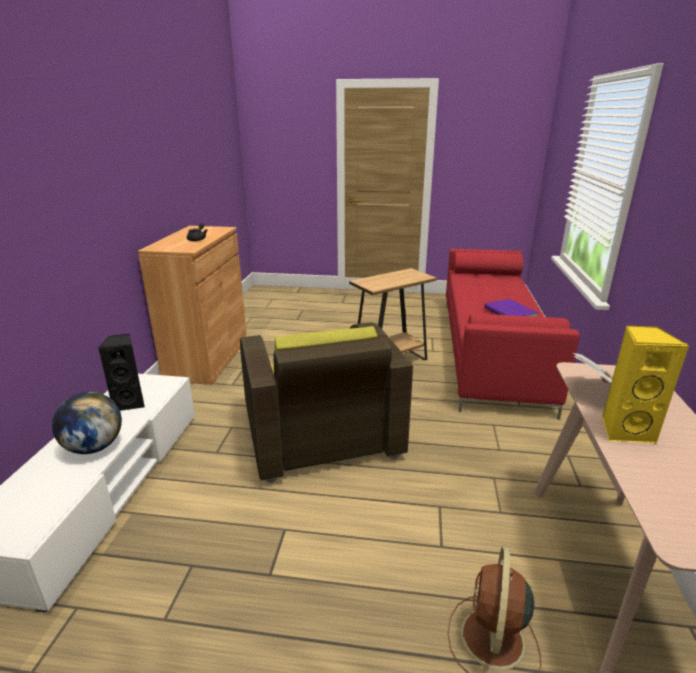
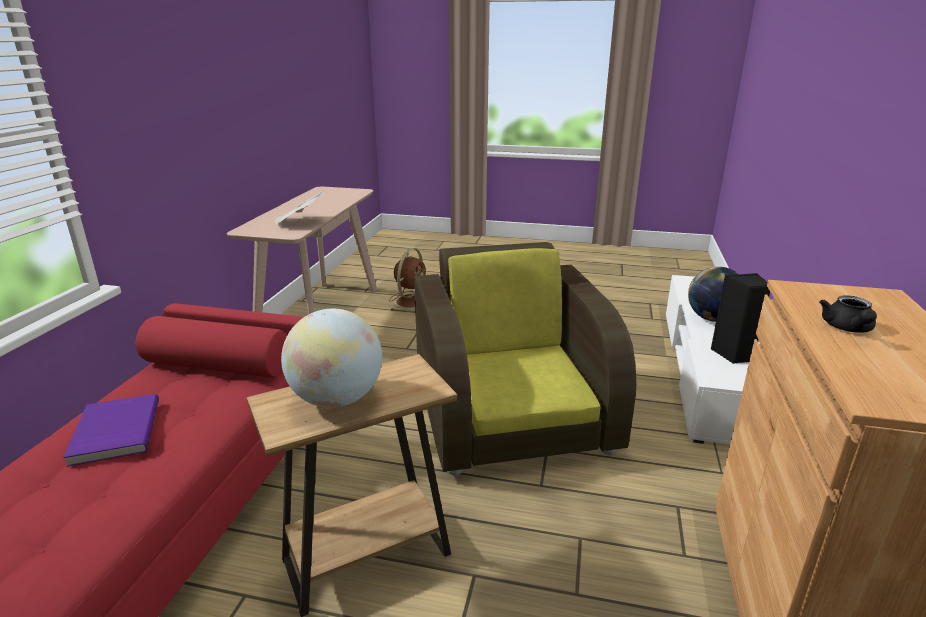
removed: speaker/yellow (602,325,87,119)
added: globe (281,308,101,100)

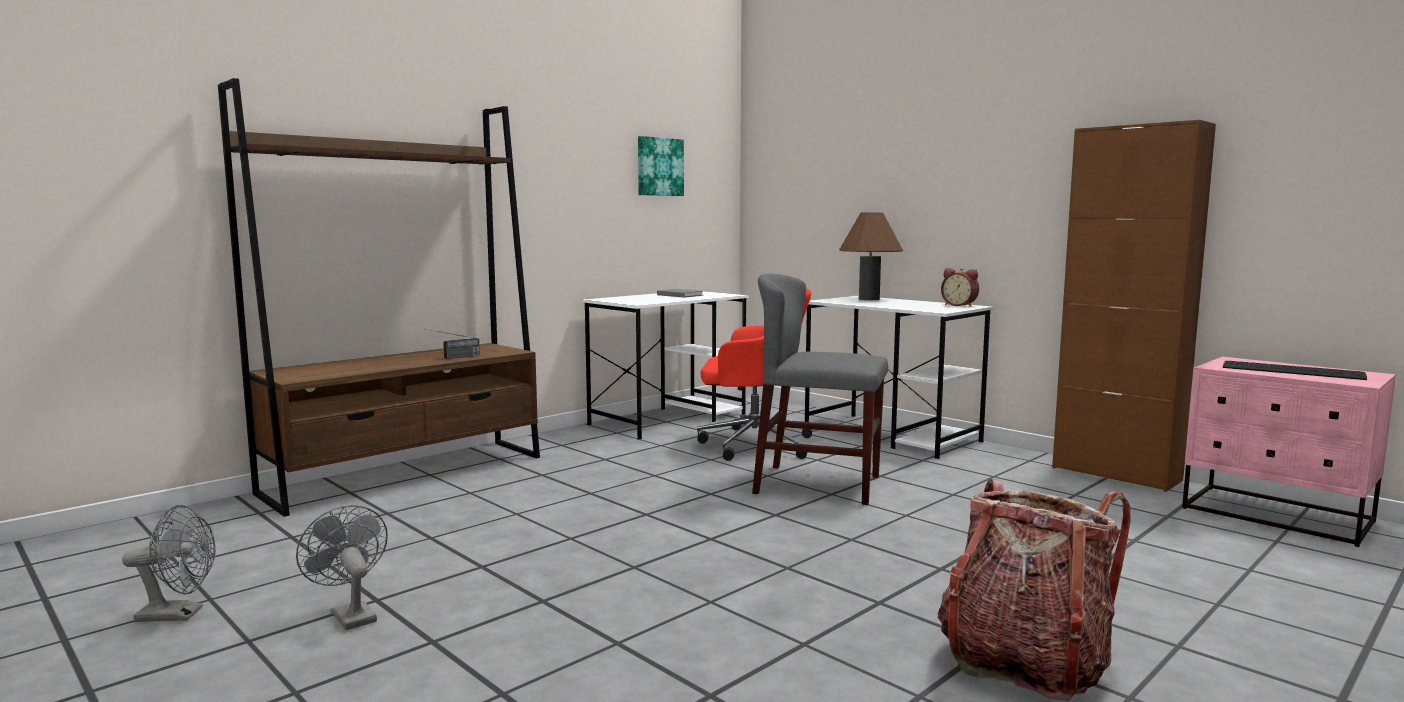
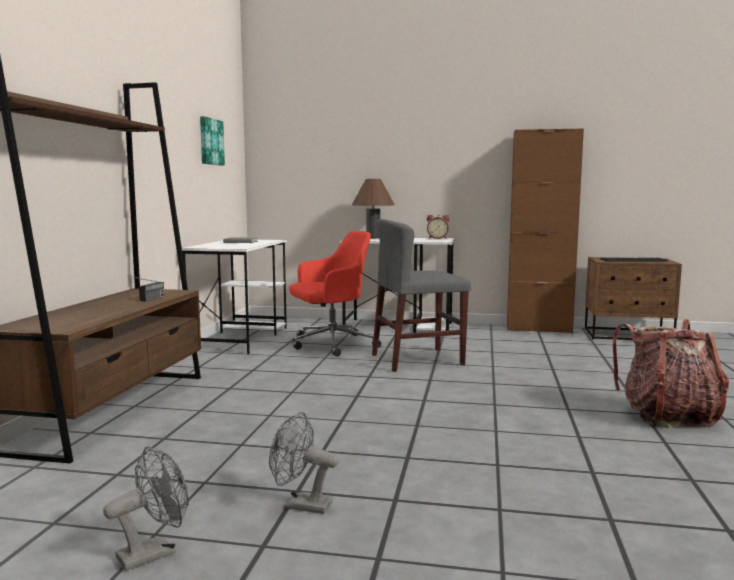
recoloured: nightstand/pink (1182,357,214,190) to nightstand/brown (585,257,97,83)

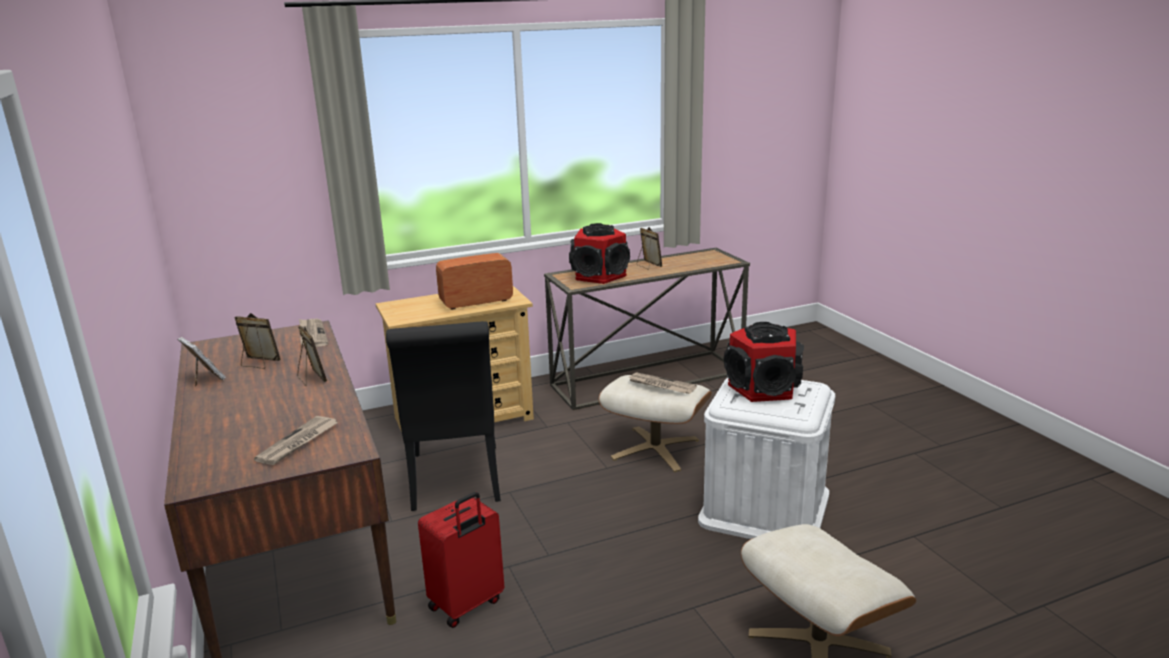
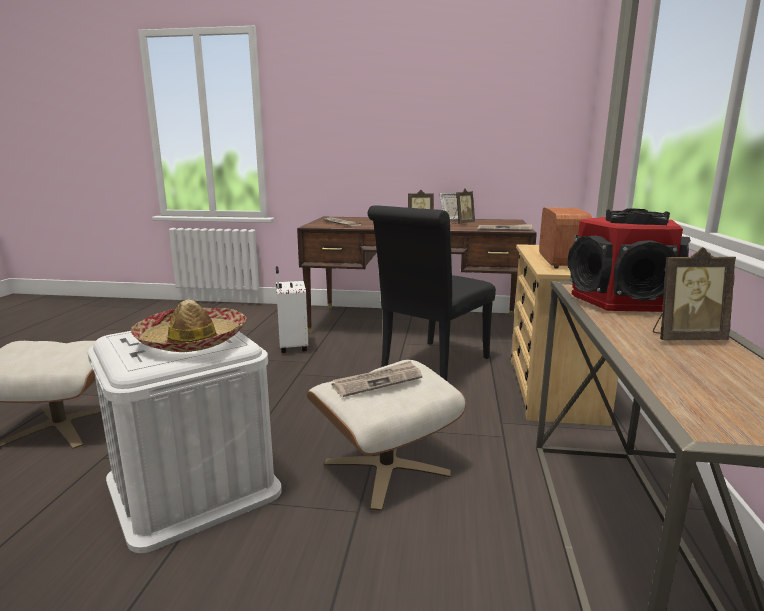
replaced: speaker (724,322,80,80) to hat (131,300,115,52)
recoloured: suitcase/red (418,492,86,136) to suitcase/white (276,266,32,87)
turned: chair/black (386,321,115,190) = (367,205,129,176) 75 degrees counterclockwise

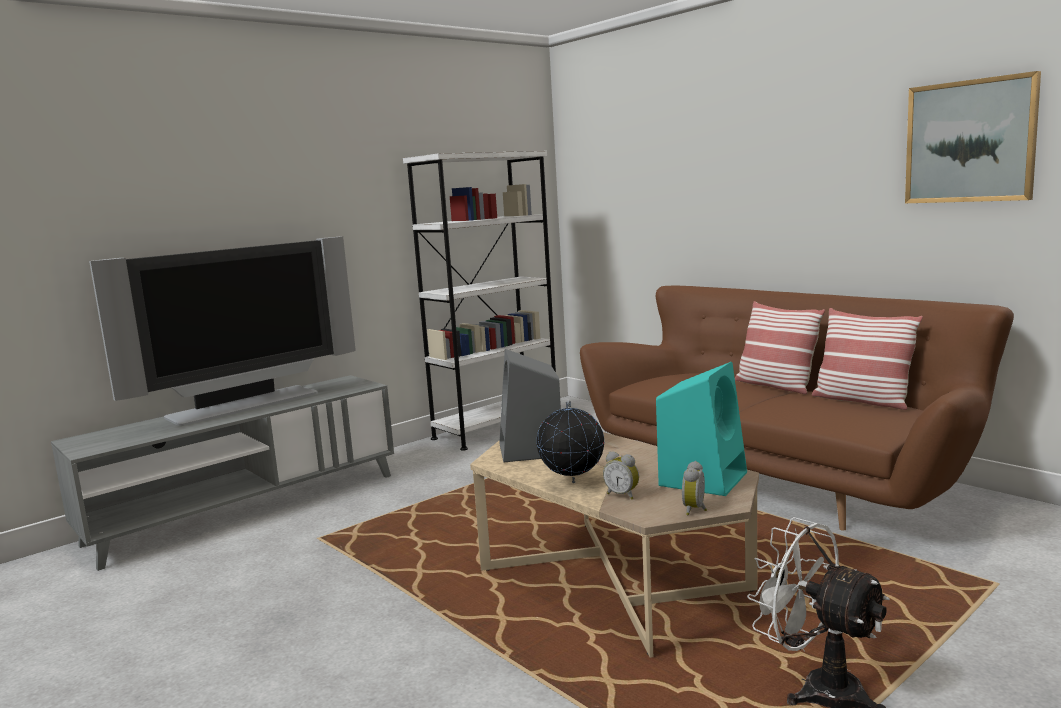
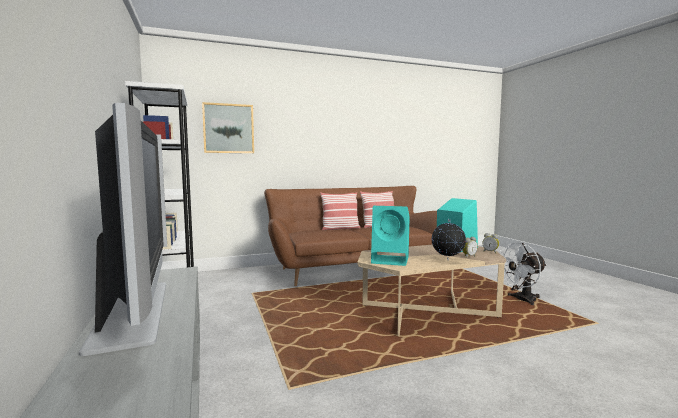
moved: picture (905,71,136,132) to (202,102,52,51)
recoloured: speaker/grey (499,349,62,113) to speaker/turquoise (371,206,39,60)

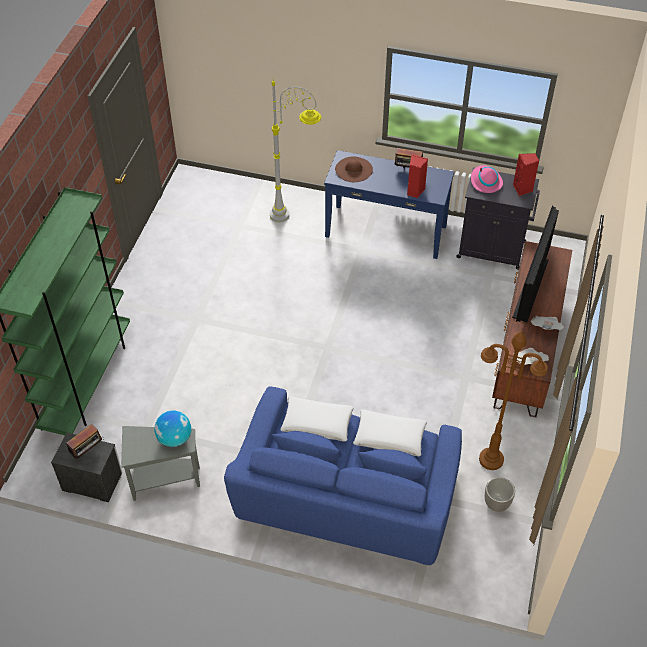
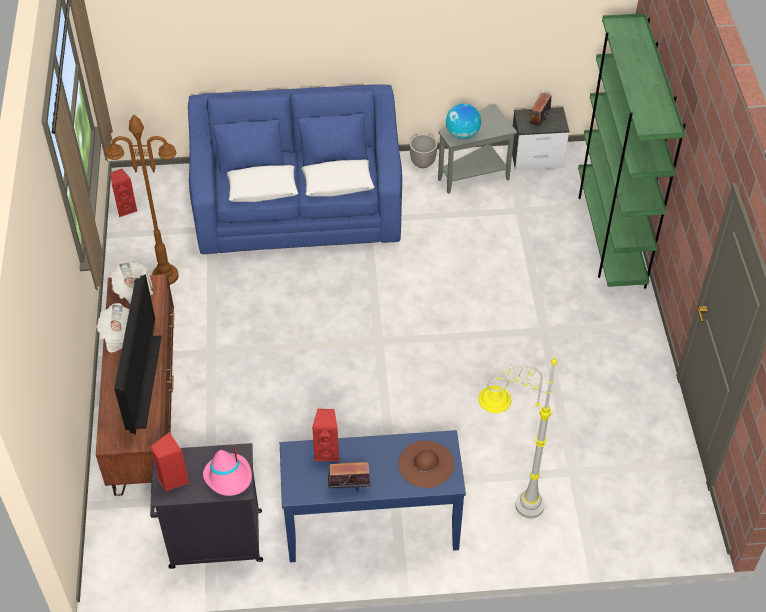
added: speaker/red (110,169,27,48)
moved: planter (485,477,30,35) to (409,134,29,34)

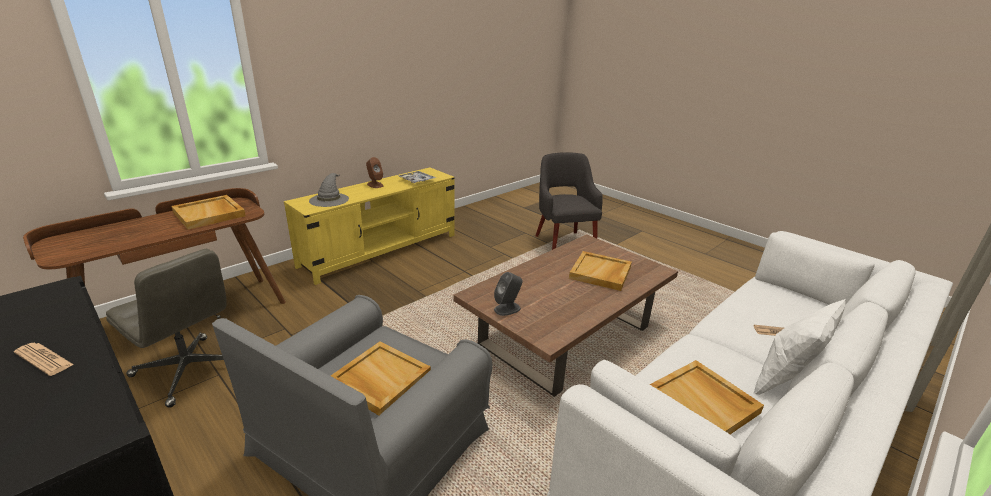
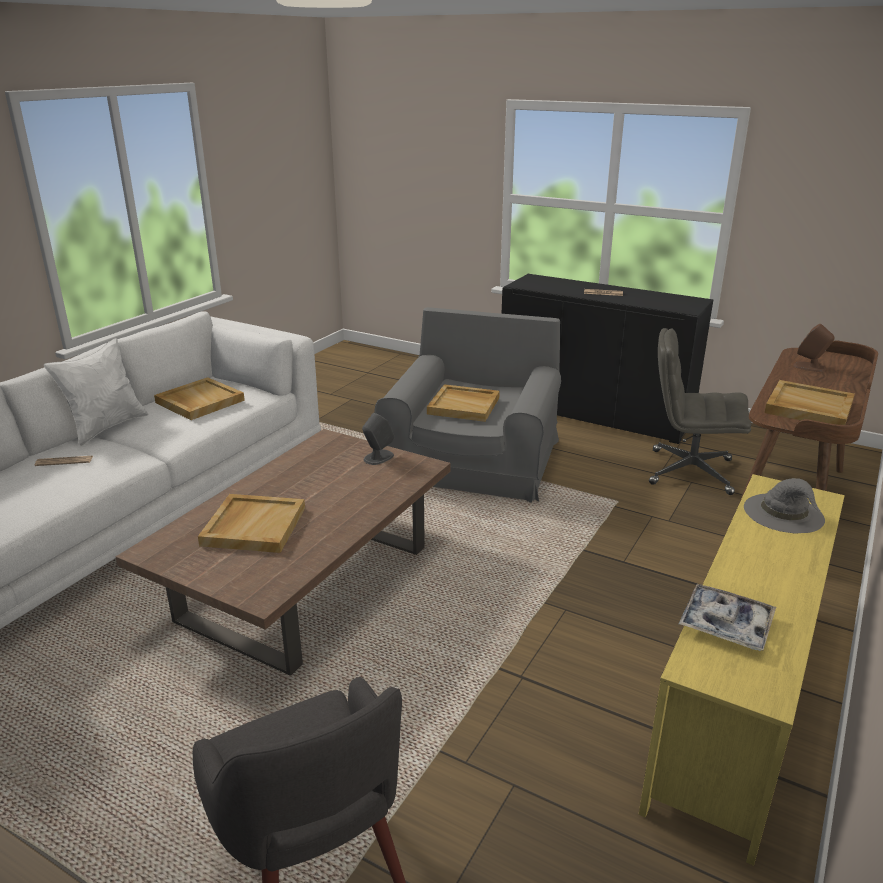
moved: speaker/brown (366,157,17,31) to (793,324,41,48)

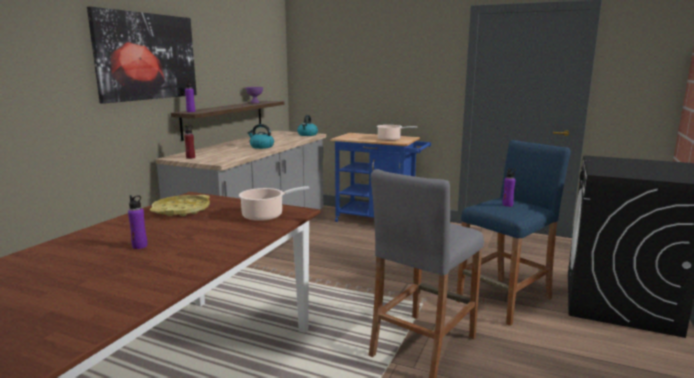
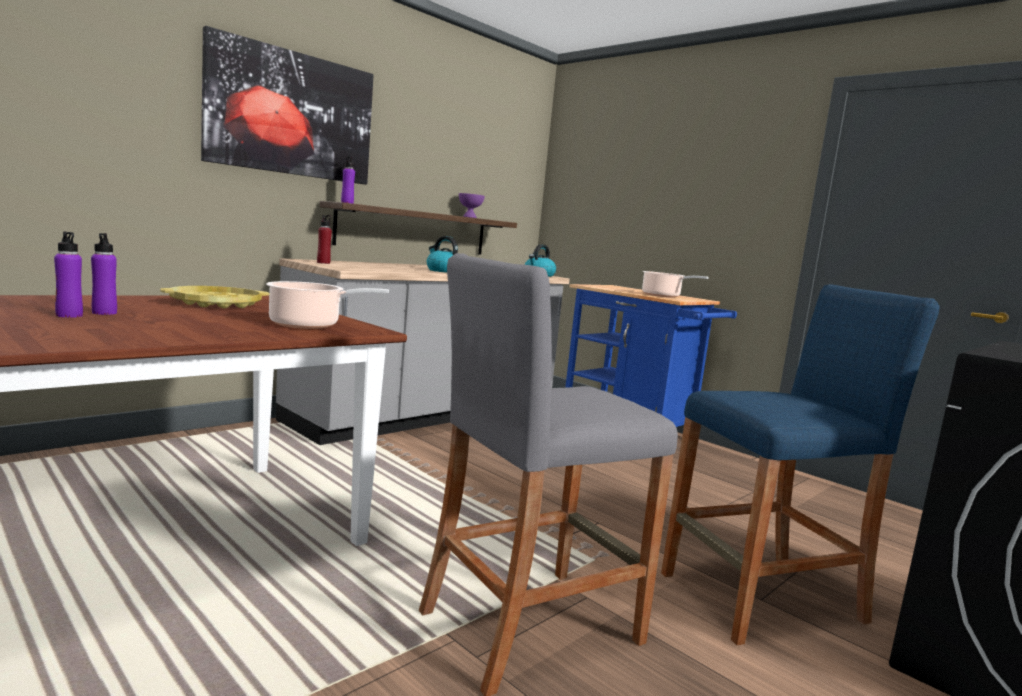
moved: bottle/purple (502,168,14,39) to (91,233,26,82)

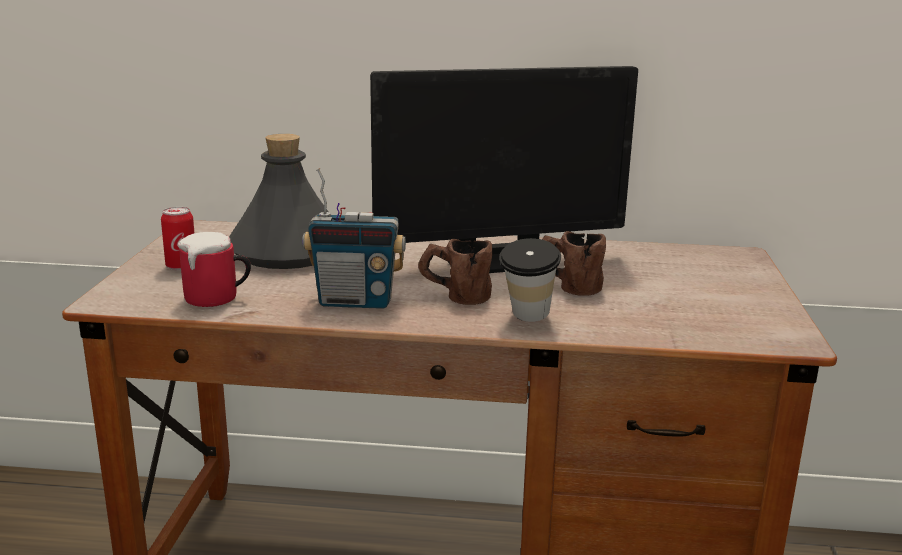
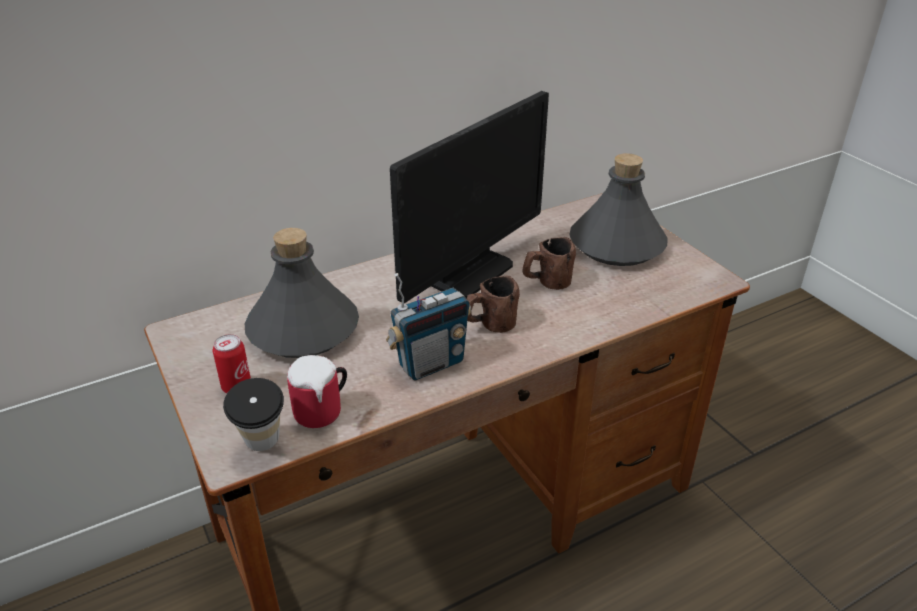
added: bottle/grey (569,153,98,113)
moved: cup (499,238,62,84) to (223,378,61,73)

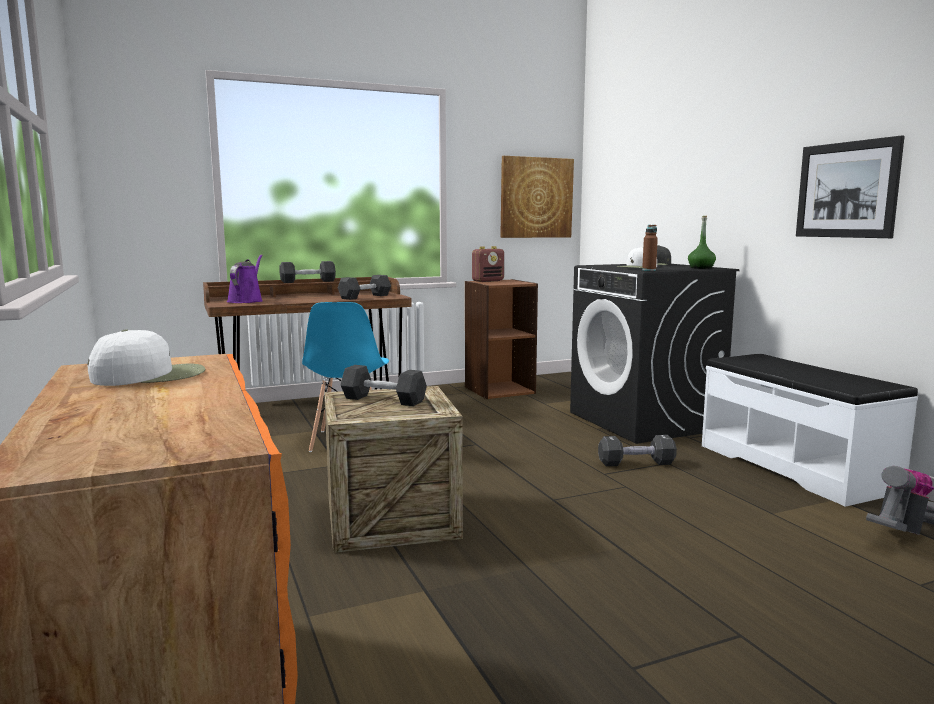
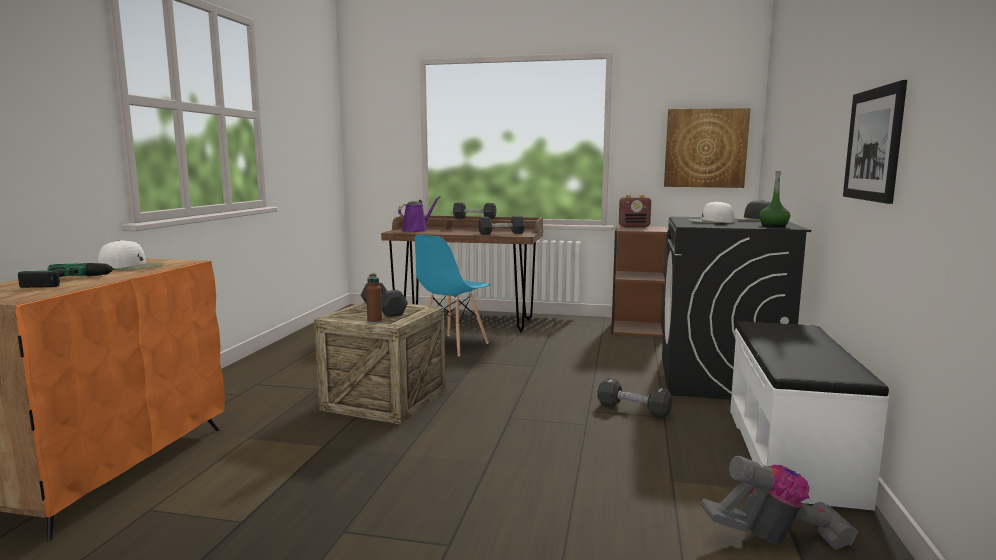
added: power drill (18,263,105,25)
moved: bottle/brown (642,225,16,46) to (366,274,16,50)

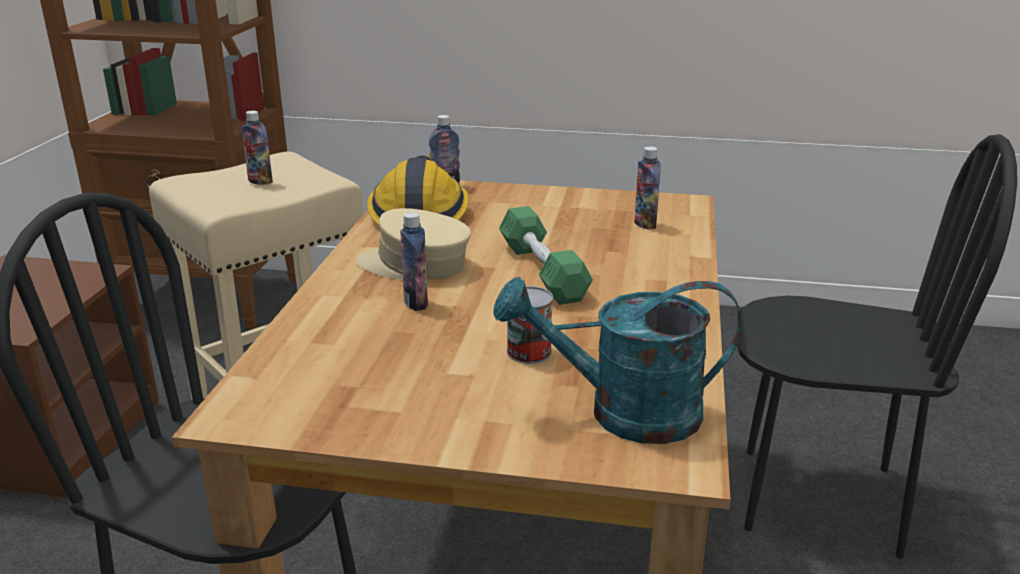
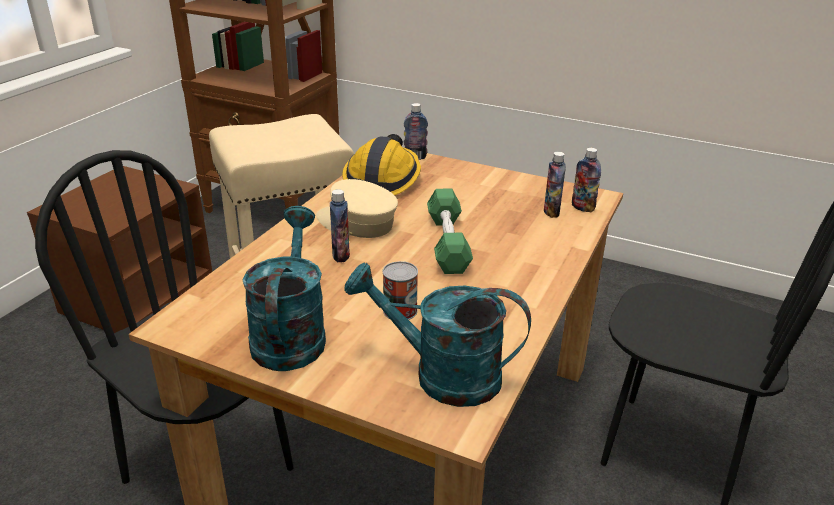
added: watering can/turquoise (243,206,83,165)
moved: bottle (242,111,31,74) to (572,148,29,64)

